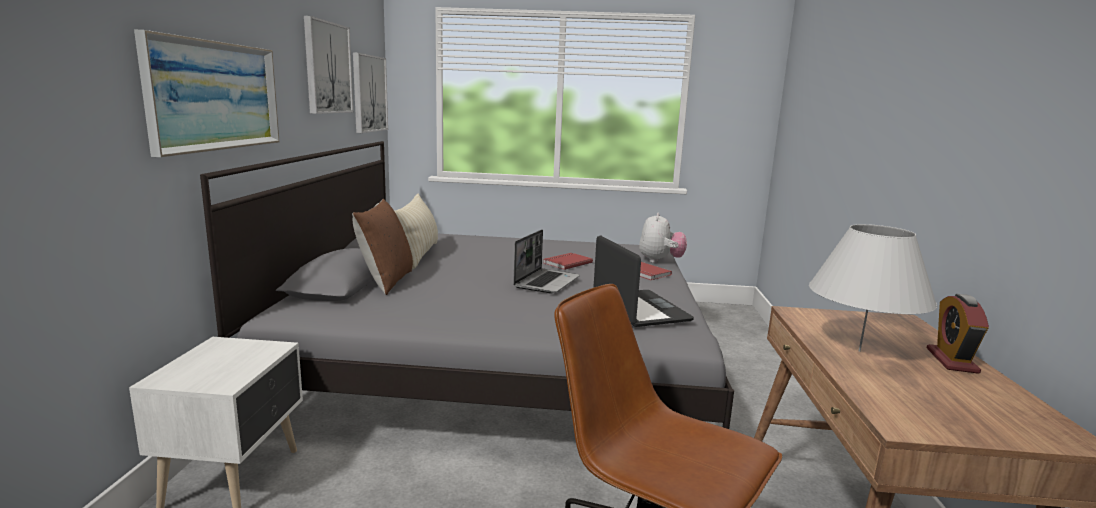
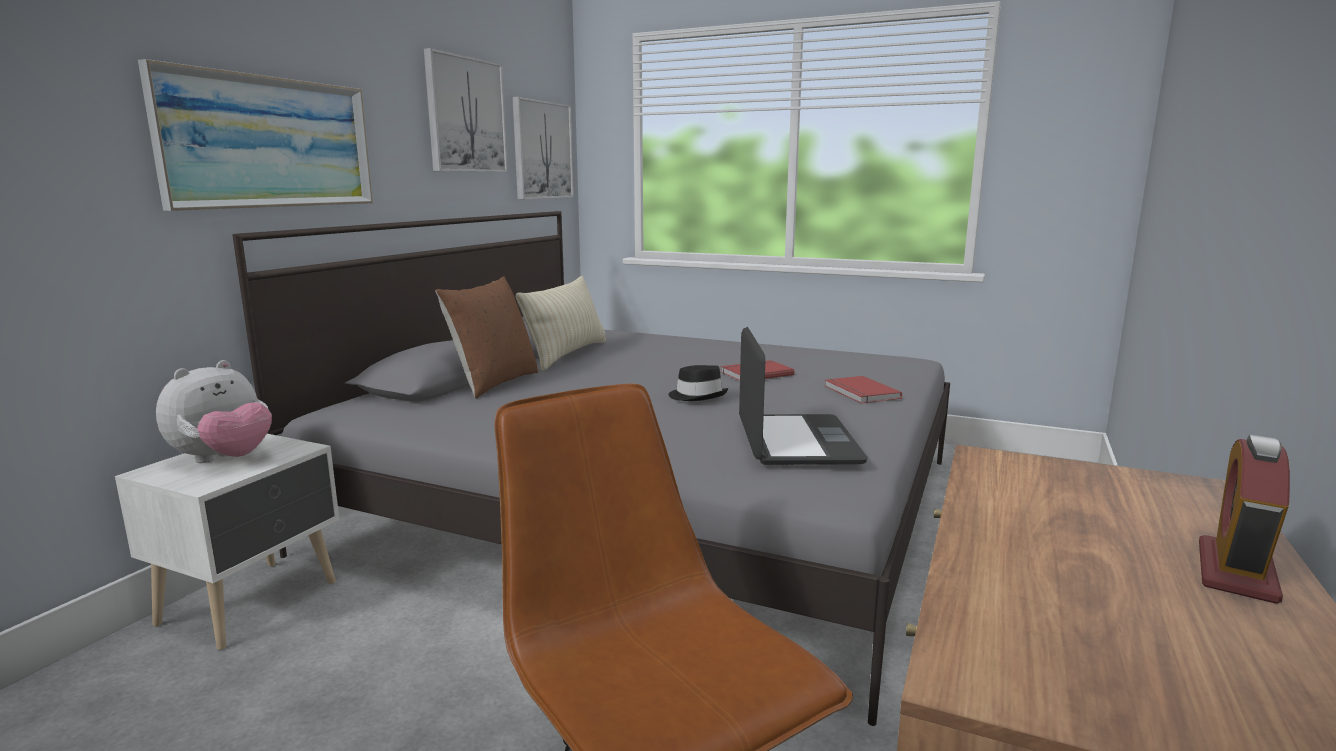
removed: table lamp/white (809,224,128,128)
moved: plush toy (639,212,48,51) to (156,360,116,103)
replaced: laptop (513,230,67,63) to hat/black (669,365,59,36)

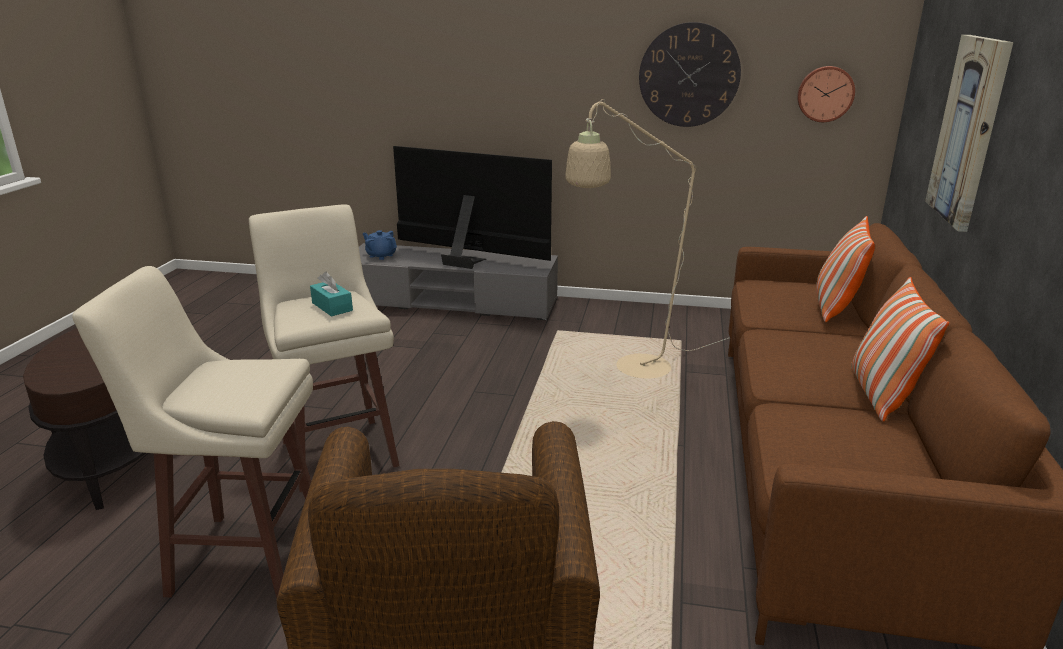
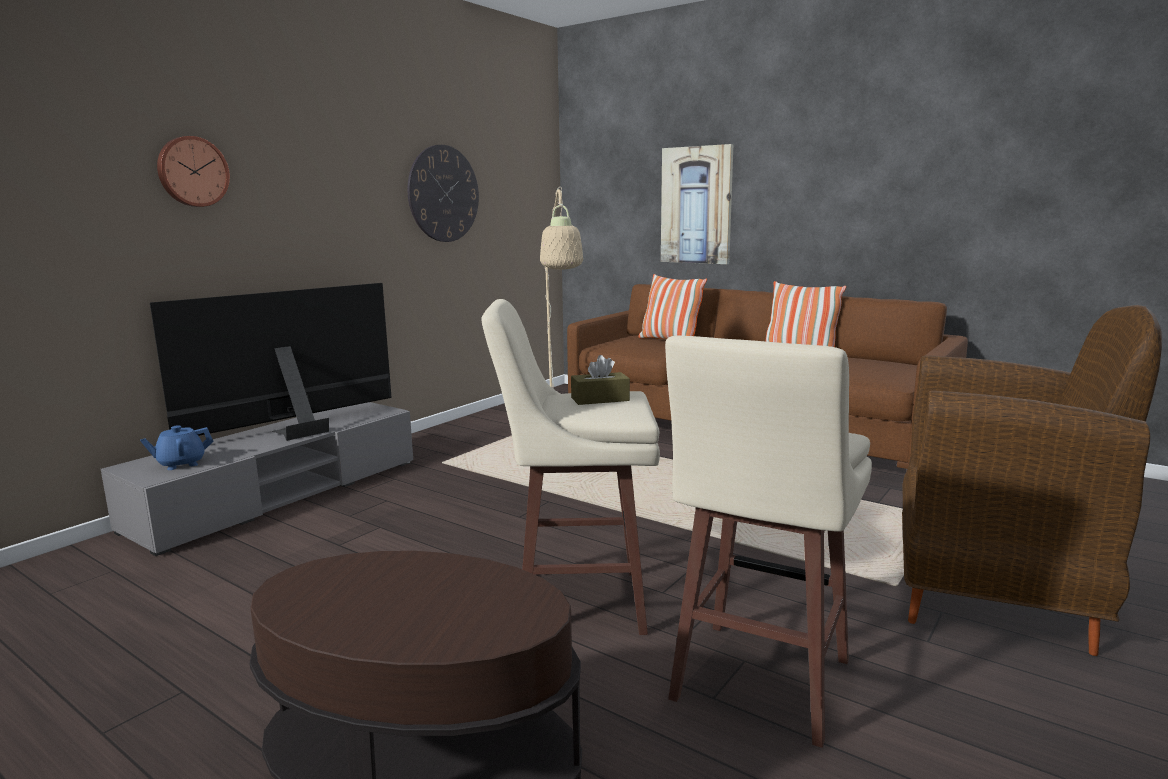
moved: wall clock (797,66,58,56) to (157,136,73,71)
recoloured: tissue box/turquoise (310,272,43,44) to tissue box/brown (571,355,59,50)

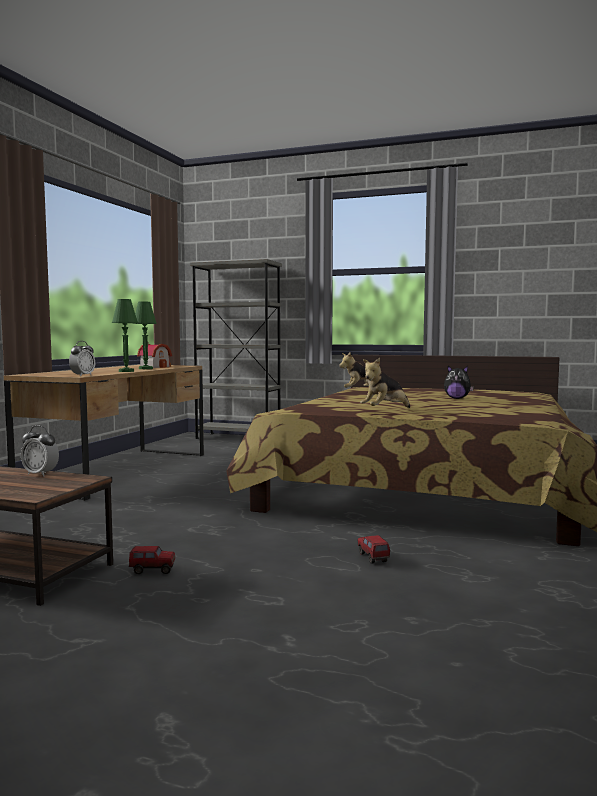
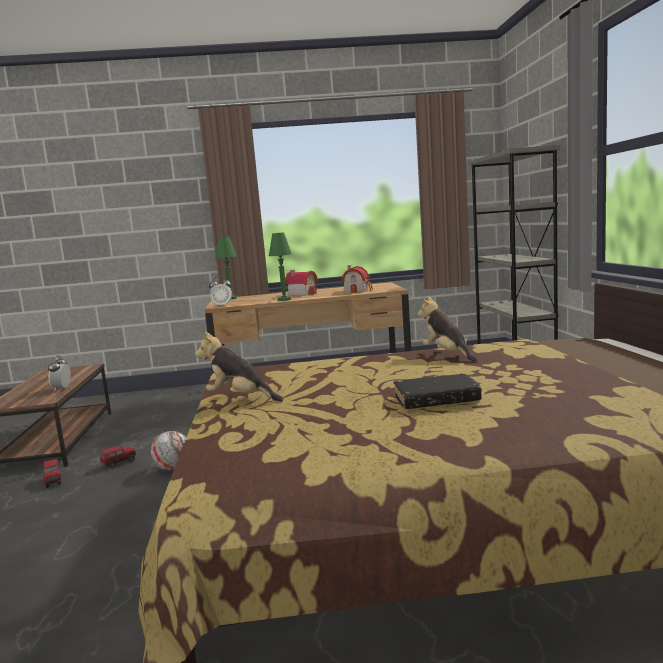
added: football (151,431,35,39); toy house (285,270,33,26)
moved: toy truck (358,535,32,29) to (100,446,36,23); table lamp/green (133,302,24,67) to (215,236,22,64)
replaced: plush toy (444,366,30,33) to book/black (394,374,88,35)

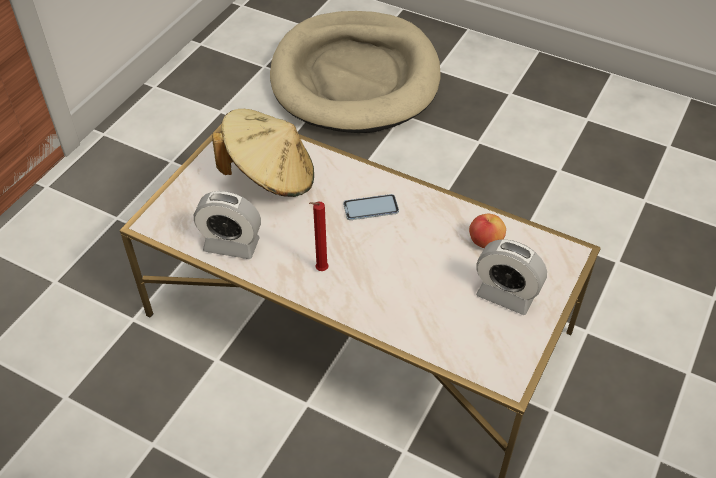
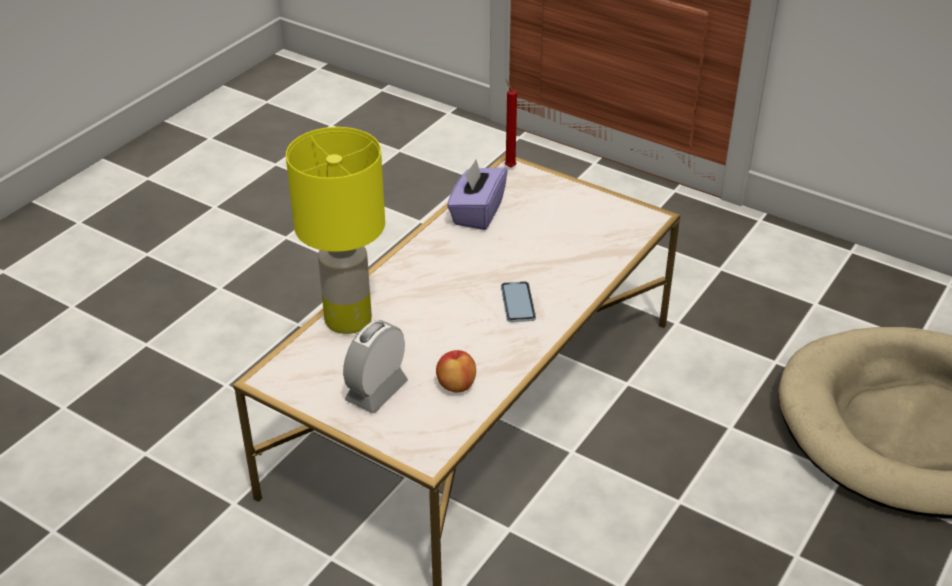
removed: hat/beige (212,109,102,88)
added: table lamp/yellow (286,127,99,207)
moved: candle/red (309,201,20,70) to (505,79,12,89)
replaced: alarm clock (194,191,67,68) to tissue box/purple (447,160,61,70)

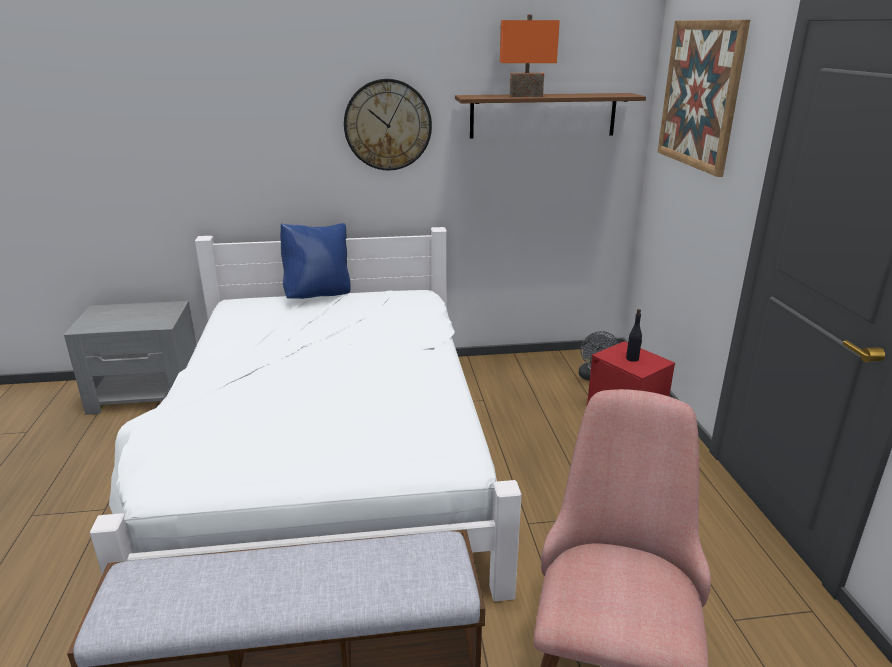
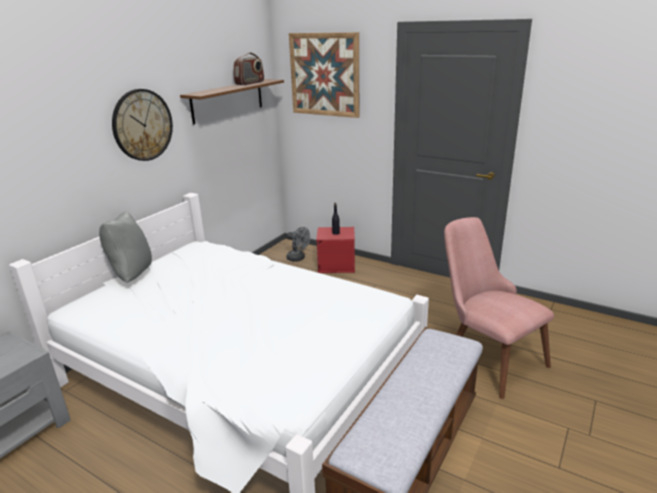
removed: table lamp/orange (500,14,60,83)
added: radio (234,52,30,33)
recoloured: pillow/blue (280,223,71,76) to pillow/grey (99,212,53,71)

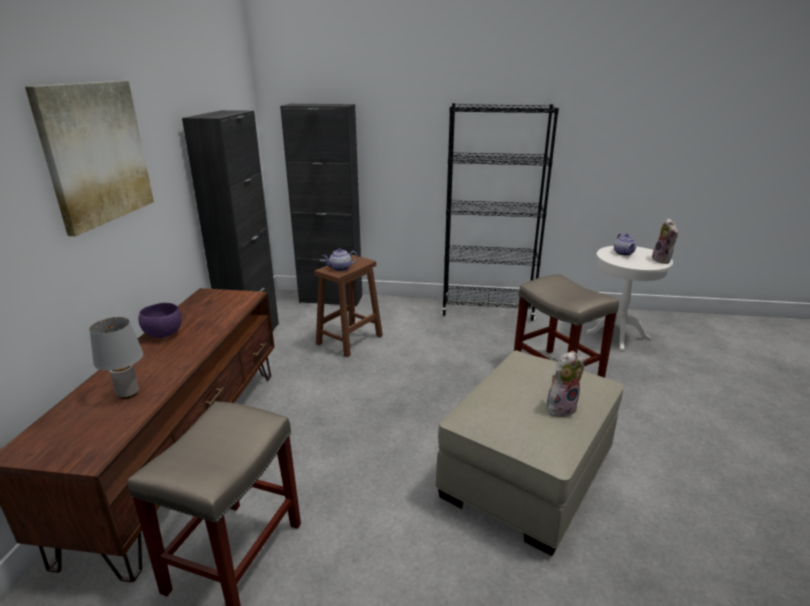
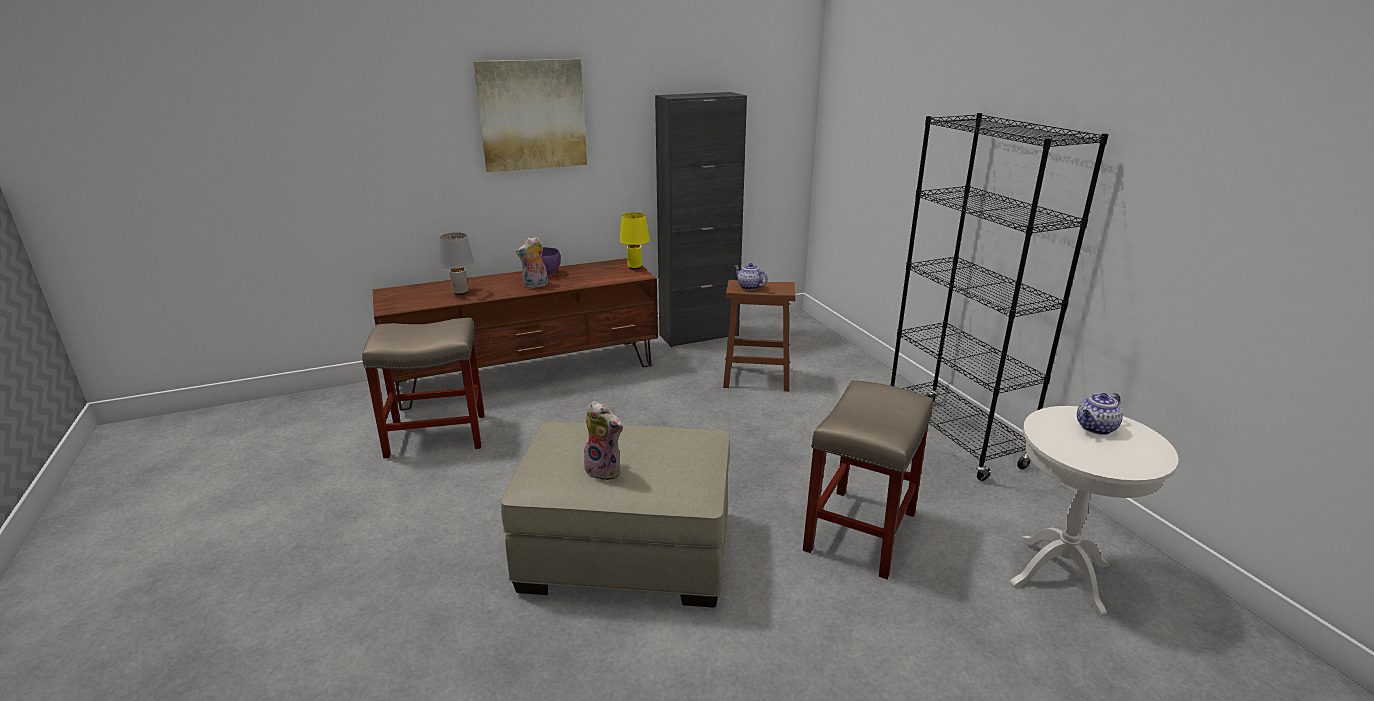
removed: cabinet/black (280,104,82,202)
added: table lamp/yellow (619,212,30,57)
moved: plush toy (652,218,26,46) to (516,236,32,53)

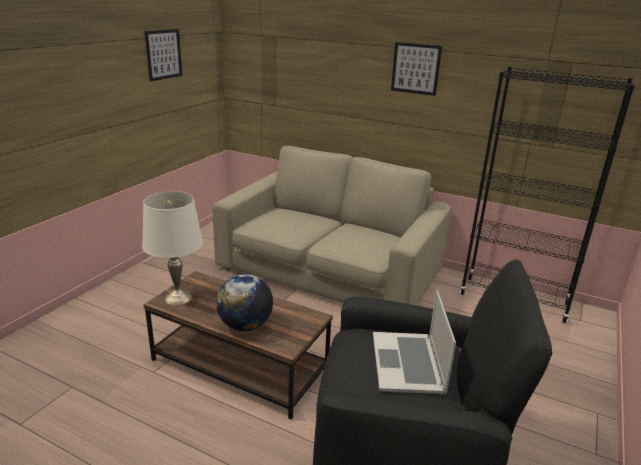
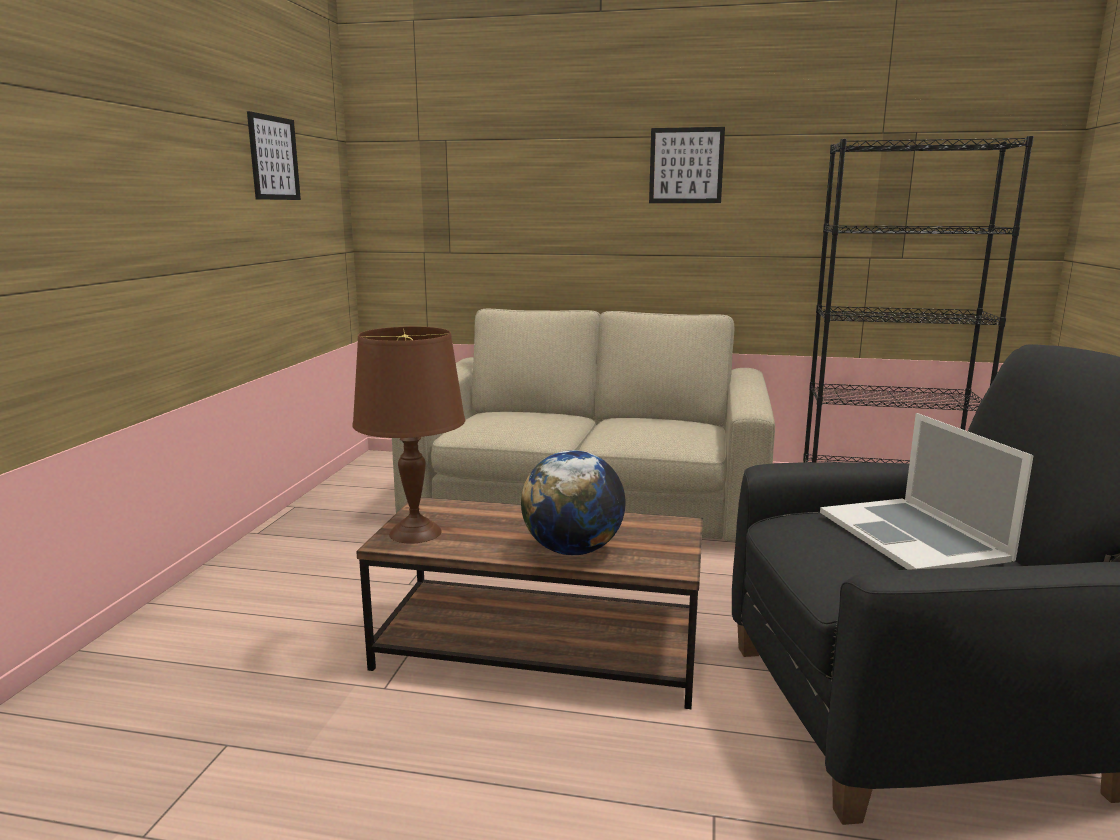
recoloured: table lamp/white (142,191,61,114) to table lamp/brown (352,327,113,217)

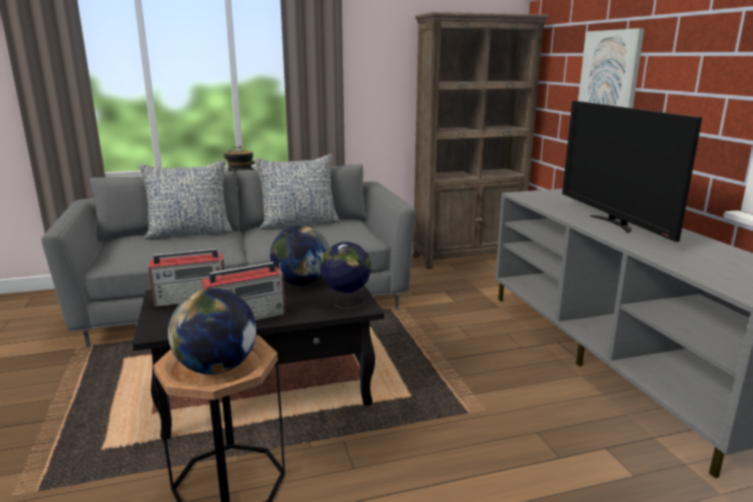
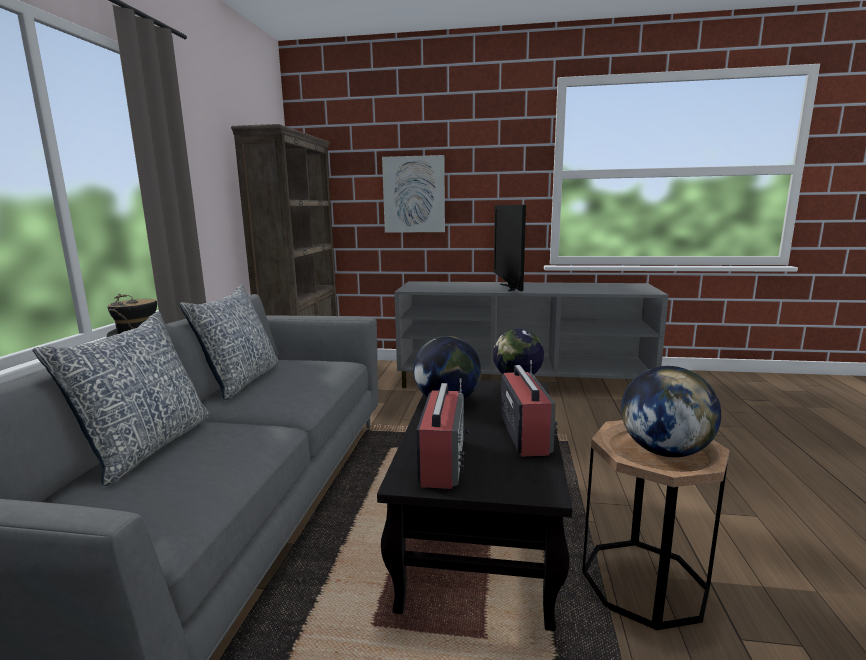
turned: television (562,101,140,141) = (494,205,32,86) 75 degrees clockwise

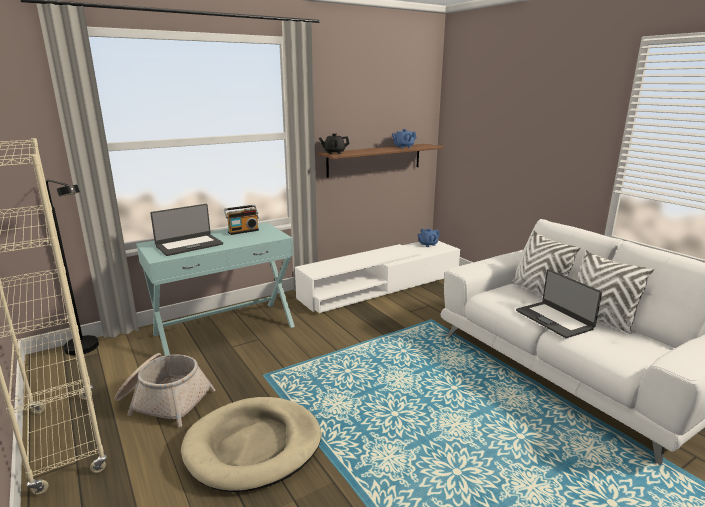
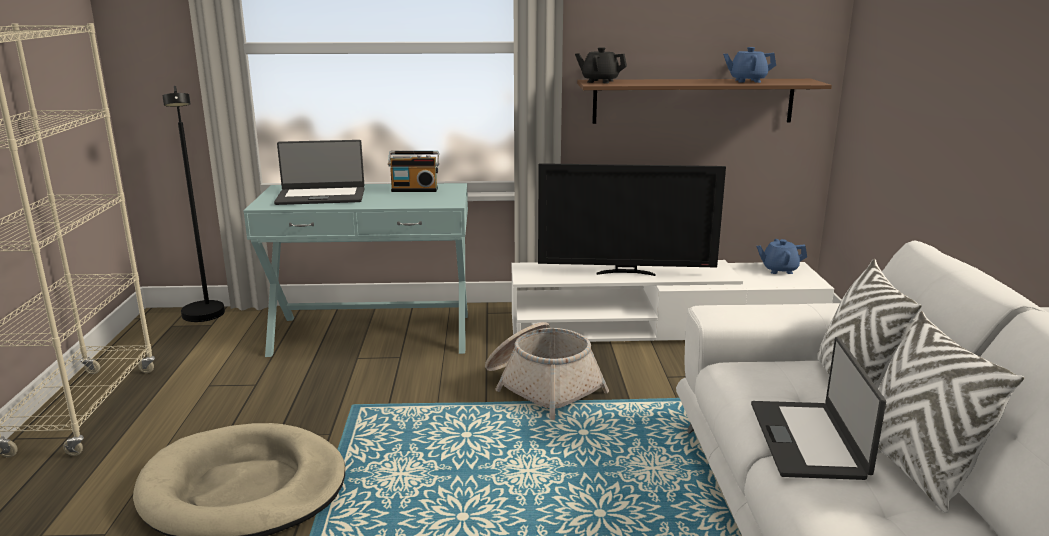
added: television (538,163,188,113)
moved: basket (115,353,100,74) to (485,322,124,98)

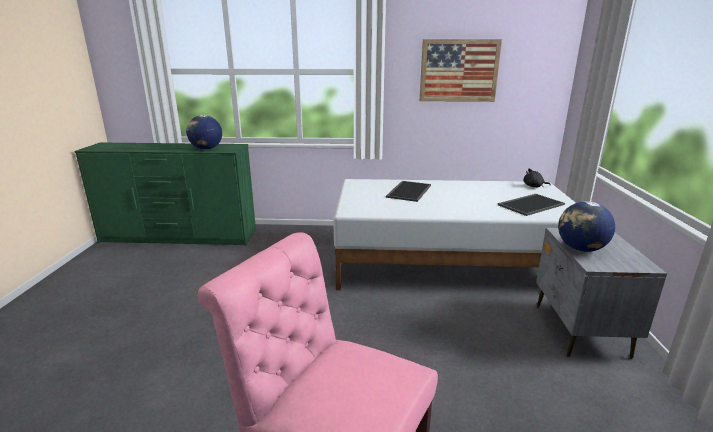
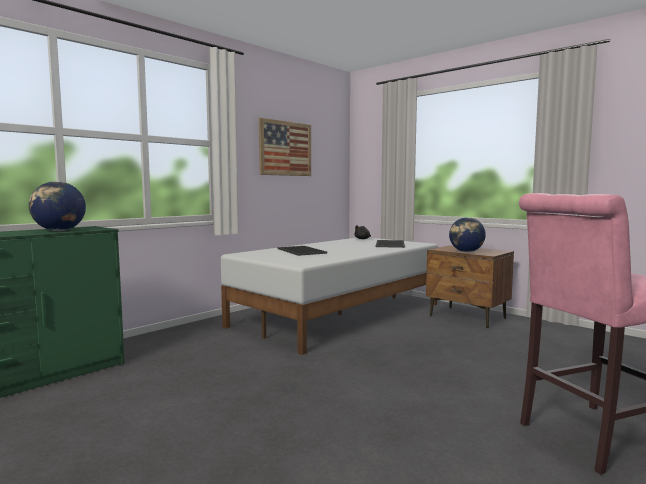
recoloured: nightstand/grey (536,228,131,131) to nightstand/brown (426,245,88,83)

